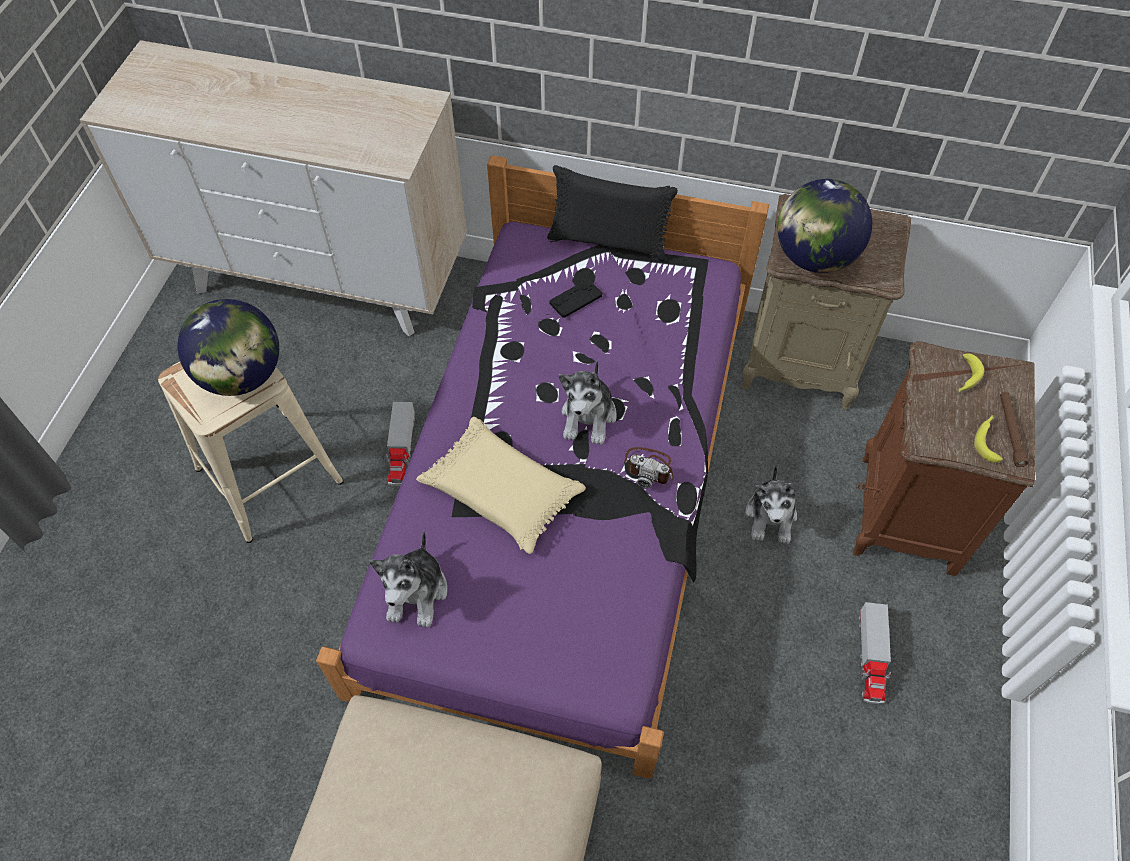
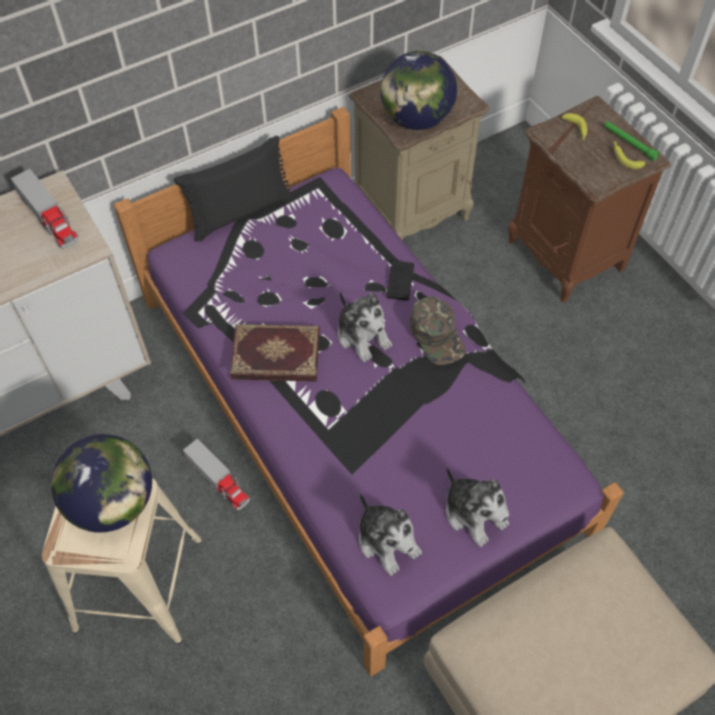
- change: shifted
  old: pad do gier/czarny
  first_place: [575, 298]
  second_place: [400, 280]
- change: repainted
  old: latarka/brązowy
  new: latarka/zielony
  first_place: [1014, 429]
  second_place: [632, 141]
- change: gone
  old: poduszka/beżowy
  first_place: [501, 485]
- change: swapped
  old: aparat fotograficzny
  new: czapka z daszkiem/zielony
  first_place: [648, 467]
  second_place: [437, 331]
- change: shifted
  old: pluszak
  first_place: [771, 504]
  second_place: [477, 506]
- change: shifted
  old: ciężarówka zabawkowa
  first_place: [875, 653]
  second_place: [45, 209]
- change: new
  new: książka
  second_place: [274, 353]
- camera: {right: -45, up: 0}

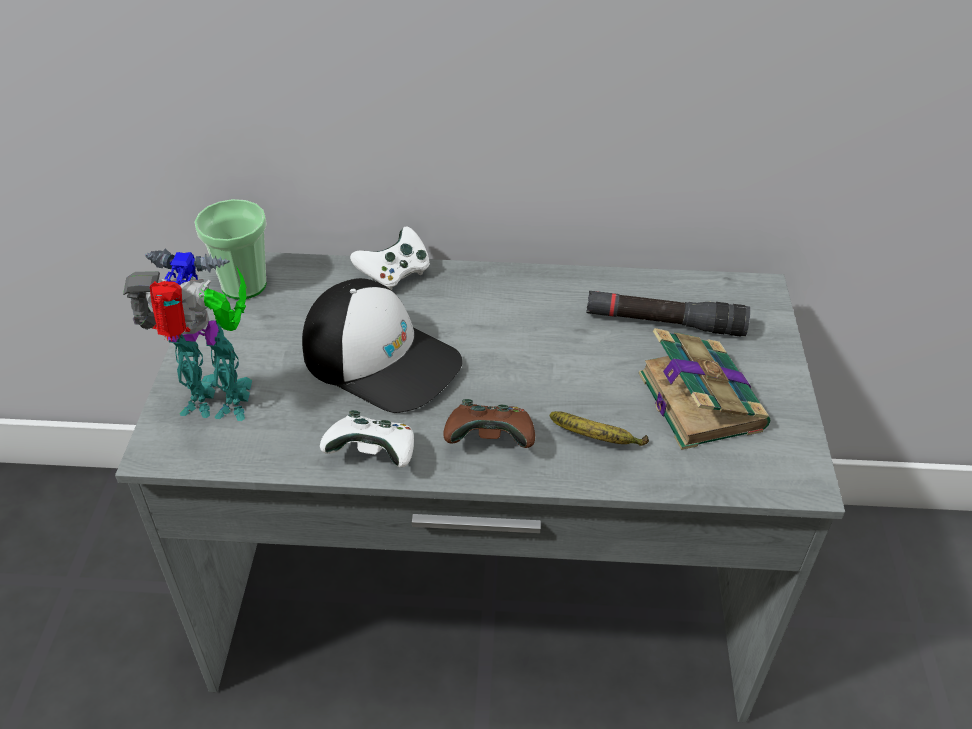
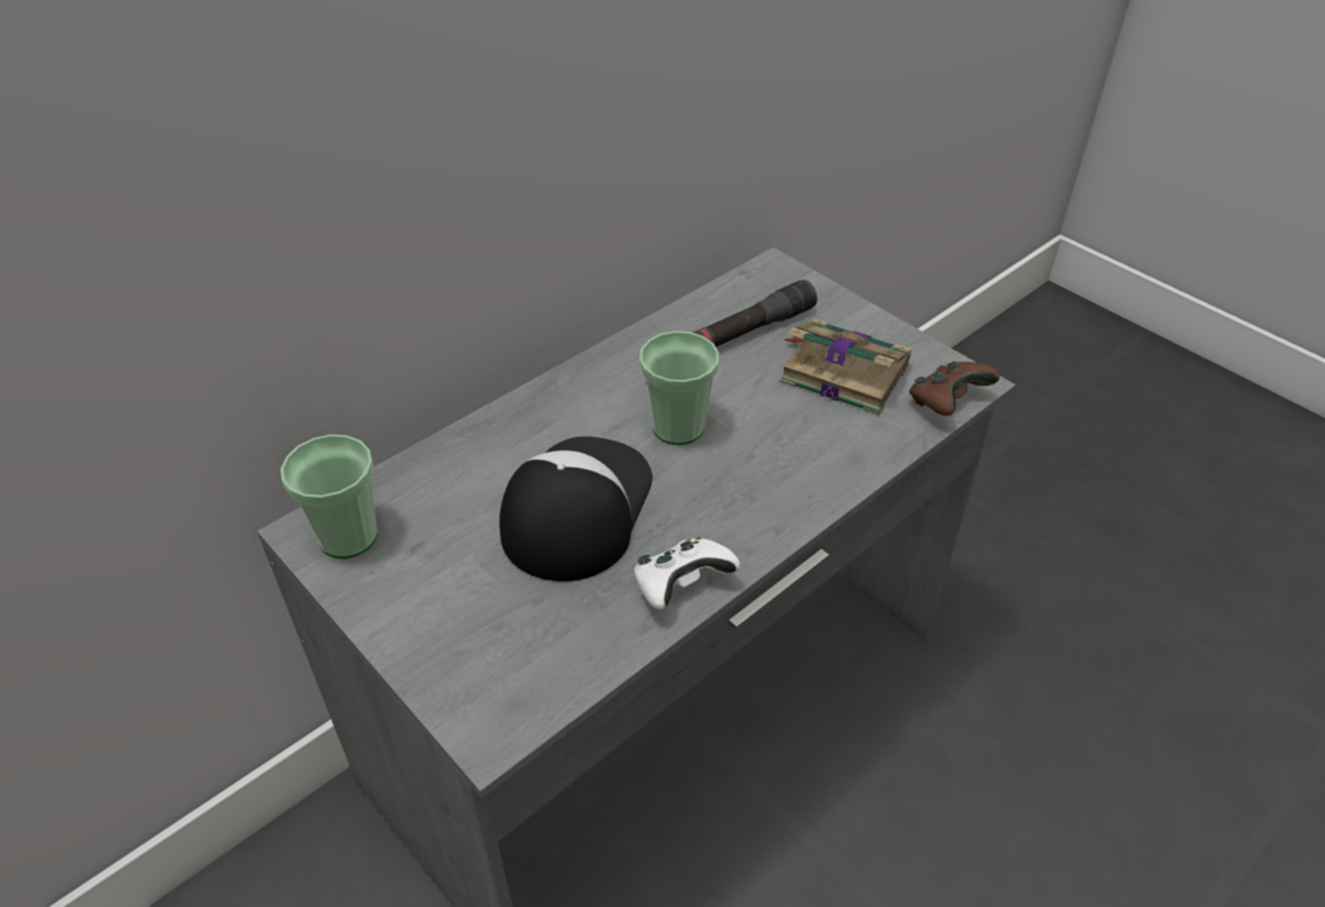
- change: gone
  old: pad do gier/biały
  first_place: [390, 258]
- change: gone
  old: robot zabawkowy
  first_place: [187, 335]
- change: rotated
  old: czapka z daszkiem
  first_place: [382, 345]
  second_place: [576, 509]
  degrees: -60
- change: shifted
  old: pad do gier/brązowy
  first_place: [489, 423]
  second_place: [954, 388]
- change: gone
  old: banan
  first_place: [599, 428]
- change: new
  new: filiżanka
  second_place: [679, 388]
- camera: {right: -45, up: 0}

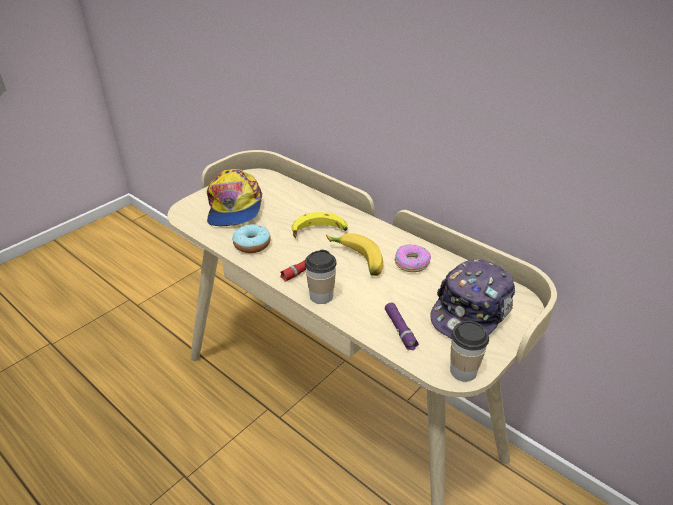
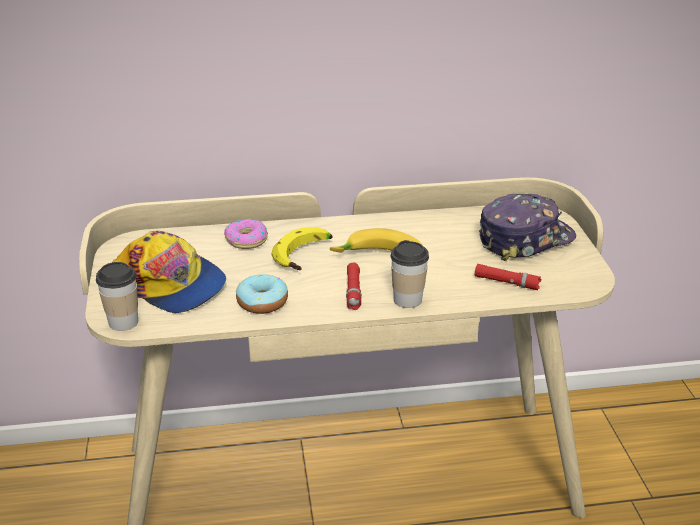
- change: shifted
  old: donut
  first_place: [413, 258]
  second_place: [246, 234]
- change: rotated
  old: czapka z daszkiem
  first_place: [473, 299]
  second_place: [527, 227]
  degrees: -105
- change: repainted
  old: latarka/fioletowy
  new: latarka/czerwony
  first_place: [402, 326]
  second_place: [508, 277]
- change: shifted
  old: filiżanka
  first_place: [469, 351]
  second_place: [117, 296]
- camera: {right: -50, up: -5}

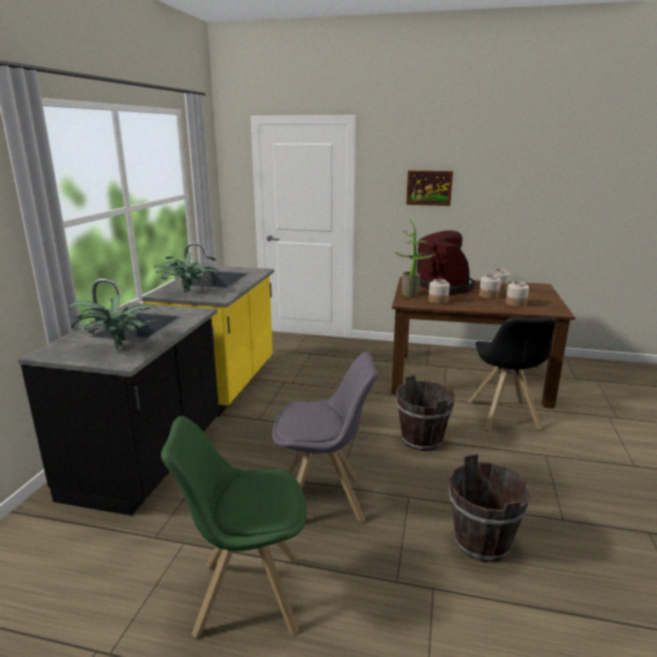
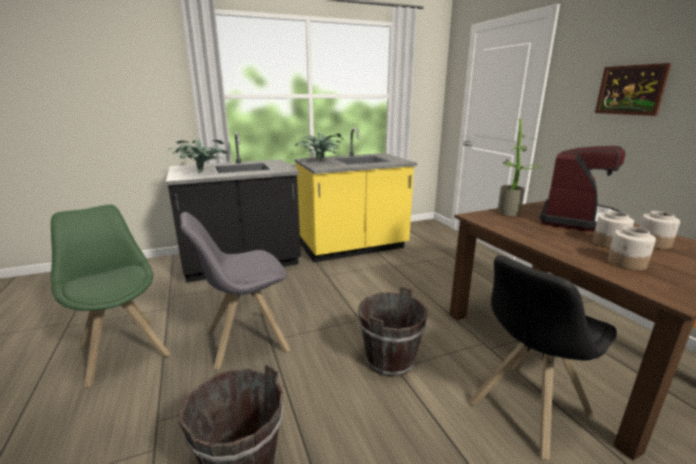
- change: gone
  old: słoik
  first_place: [439, 291]
- change: rotated
  old: krzesło/szary
  first_place: [325, 437]
  second_place: [235, 291]
  degrees: 105
- camera: {right: 55, up: 0}

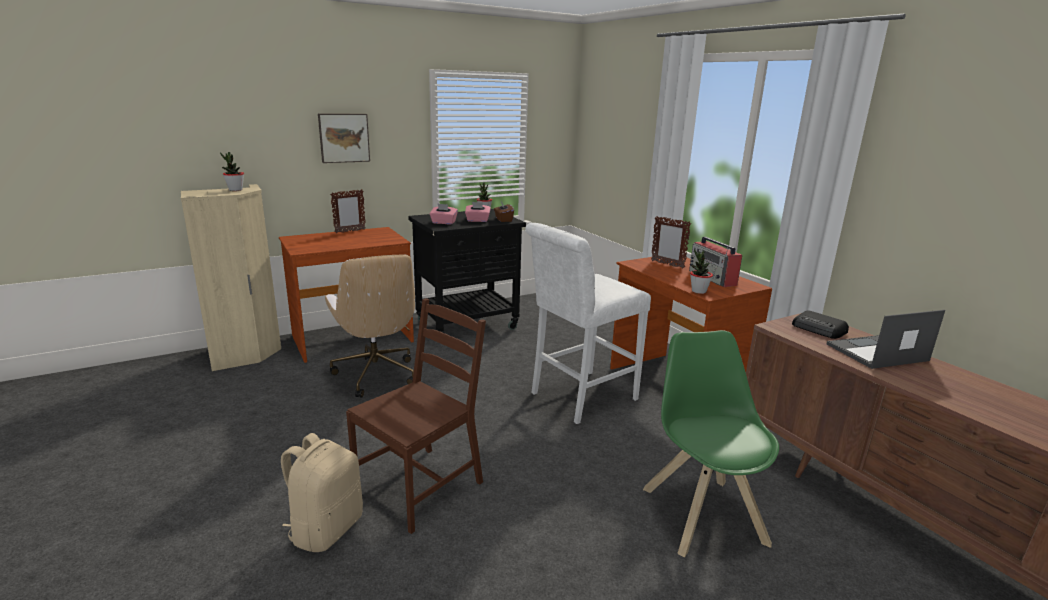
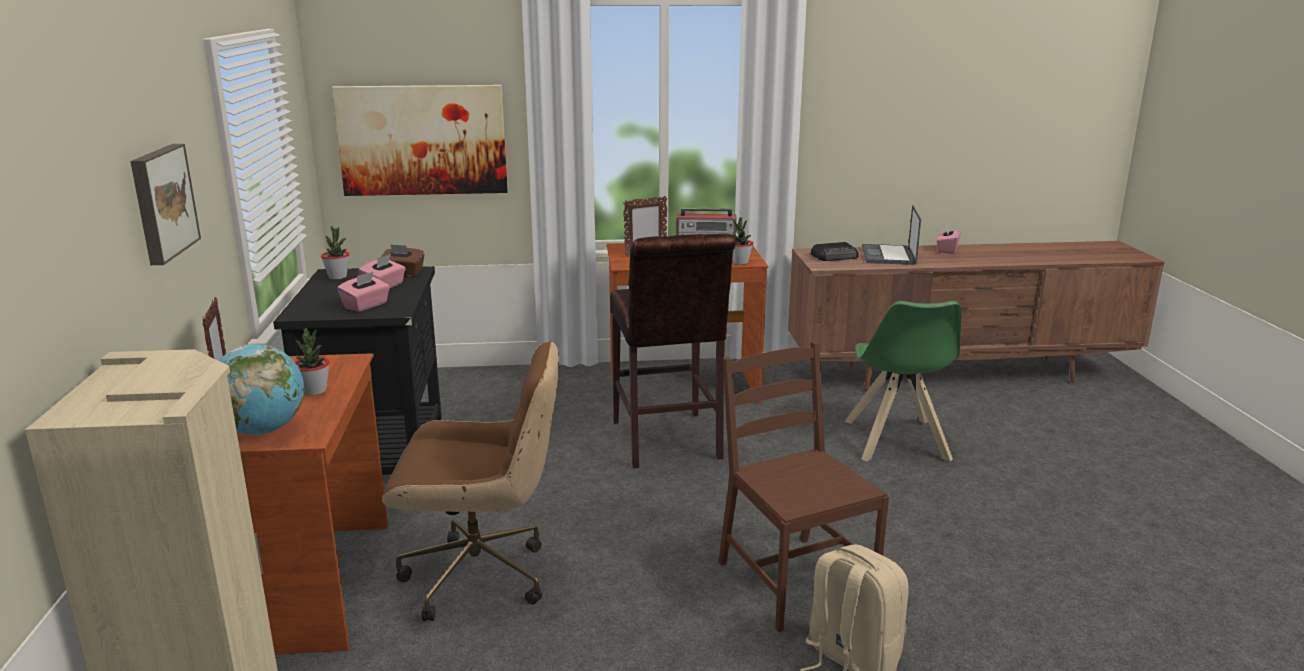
- change: shifted
  old: roślina doniczkowa
  first_place: [232, 171]
  second_place: [312, 362]
- change: repainted
  old: stołek/biały
  new: stołek/brązowy
  first_place: [588, 323]
  second_place: [672, 351]
- change: repainted
  old: krzesło biurowe/biały
  new: krzesło biurowe/brązowy
  first_place: [370, 325]
  second_place: [470, 481]
- change: rotated
  old: krzesło/zielony
  first_place: [711, 444]
  second_place: [903, 381]
  degrees: -105
- change: new
  new: obraz
  second_place: [420, 140]
- change: new
  new: pudełko chusteczek/różowy
  second_place: [948, 239]
- change: new
  new: globus
  second_place: [261, 389]
- camera: {right: -65, up: 0}

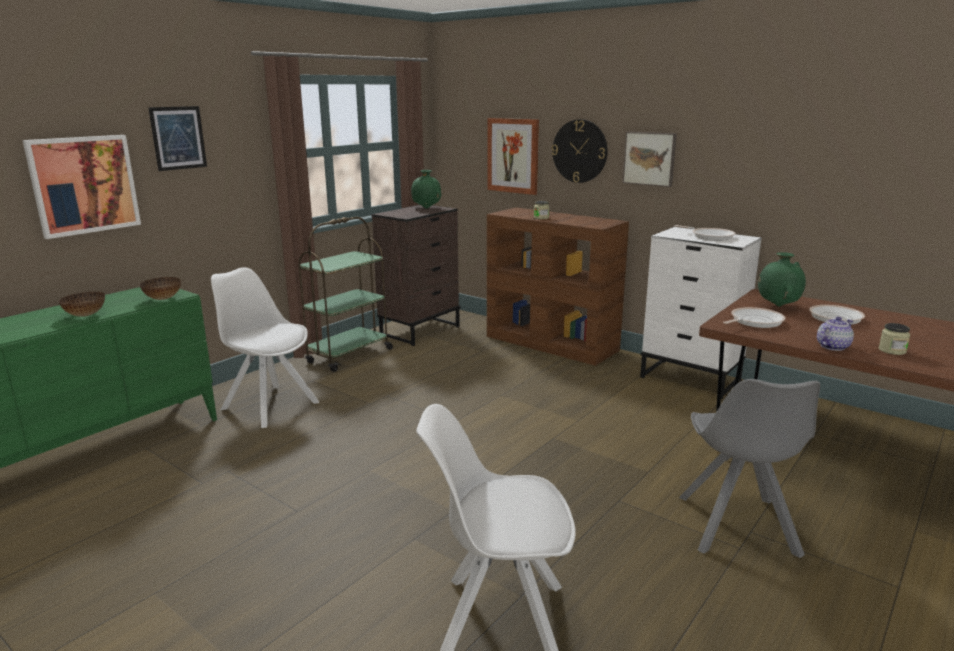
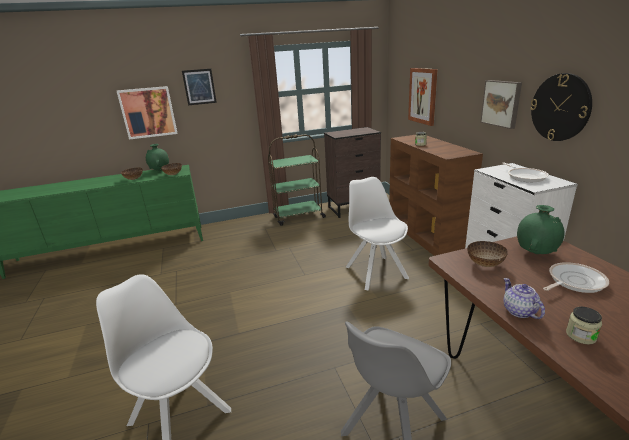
- change: shifted
  old: zegar ścienny
  first_place: [580, 151]
  second_place: [561, 107]
- change: shifted
  old: wazon/zielony
  first_place: [426, 189]
  second_place: [157, 157]
- change: shifted
  old: krzesło/biały
  first_place: [265, 347]
  second_place: [377, 233]
- change: swapped
  old: patelnia
  new: miska
  first_place: [754, 317]
  second_place: [487, 254]
- change: rotated
  old: imbryk
  first_place: [835, 334]
  second_place: [524, 298]
  degrees: -105
- camera: {right: 35, up: 5}

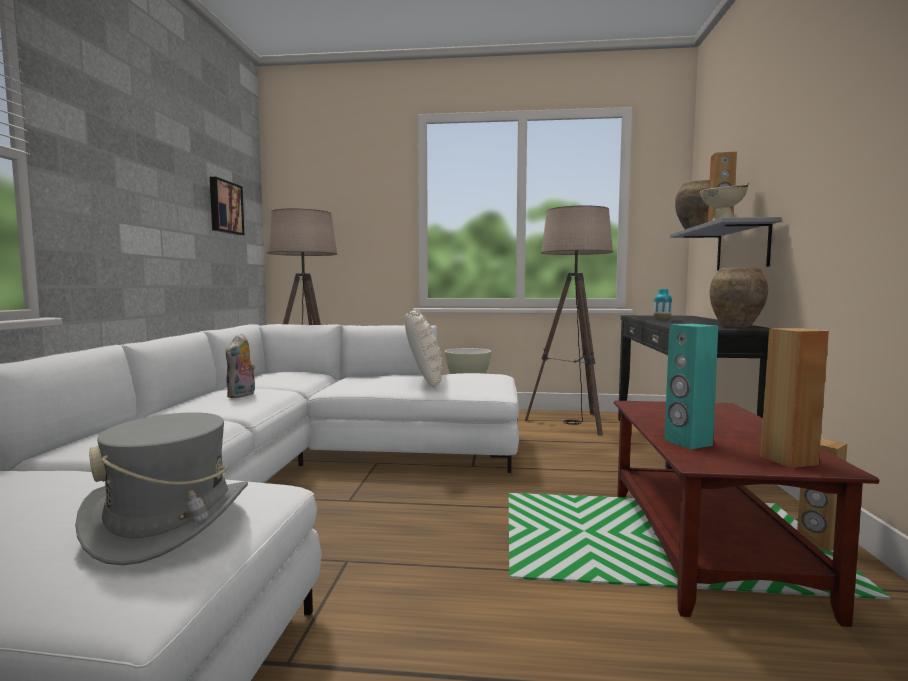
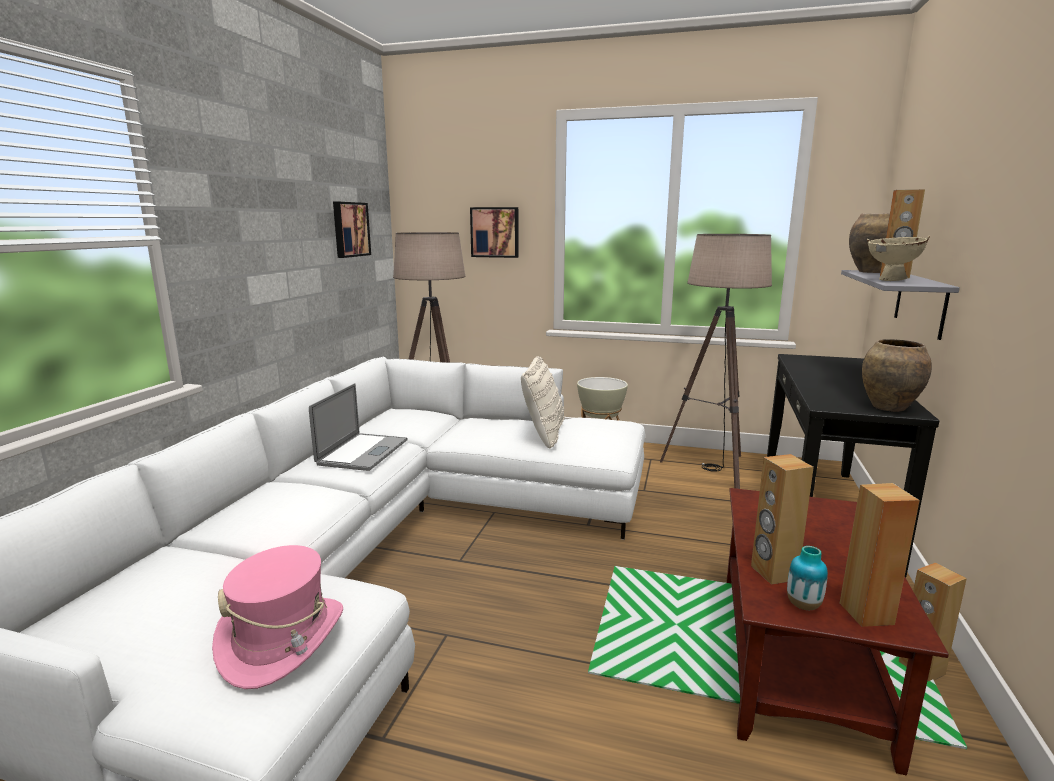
- change: shifted
  old: wazon
  first_place: [662, 304]
  second_place: [807, 578]
- change: repainted
  old: głośnik/turkusowy
  new: głośnik/brązowy
  first_place: [691, 386]
  second_place: [782, 519]
- change: swapped
  old: pluszak
  new: laptop
  first_place: [240, 366]
  second_place: [358, 427]
- change: repainted
  old: kapelusz/szary
  new: kapelusz/różowy
  first_place: [161, 488]
  second_place: [277, 617]
- change: new
  new: obraz
  second_place: [494, 232]
- camera: {right: 10, up: 10}

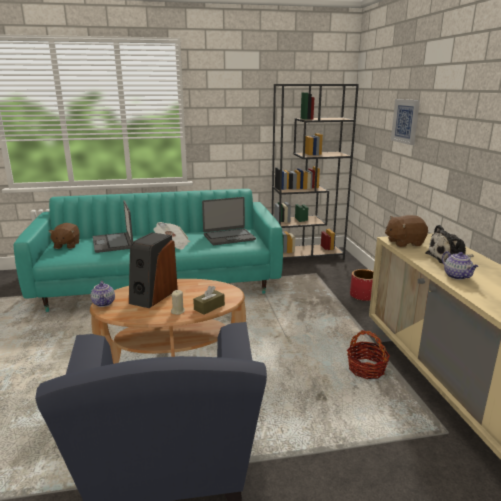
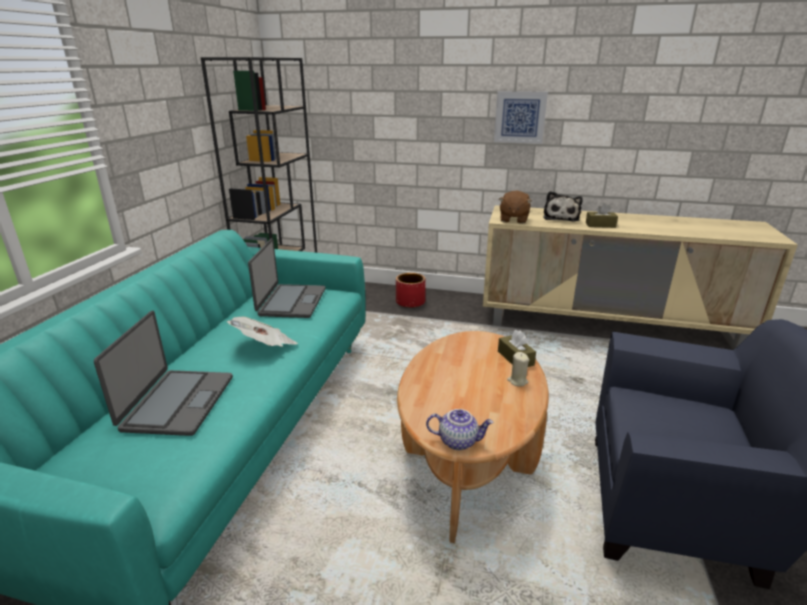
- change: shifted
  old: obraz
  first_place: [405, 122]
  second_place: [521, 117]
- change: rotated
  old: laptop
  first_place: [113, 226]
  second_place: [163, 373]
  degrees: -90
- change: gone
  old: pluszak/brązowy
  first_place: [64, 236]
- change: gone
  old: głośnik
  first_place: [153, 270]
- change: swapped
  old: imbryk
  new: pudełko chusteczek/brązowy
  first_place: [460, 265]
  second_place: [602, 215]
- change: gone
  old: koszyk
  first_place: [368, 354]
- camera: {right: -65, up: 5}

